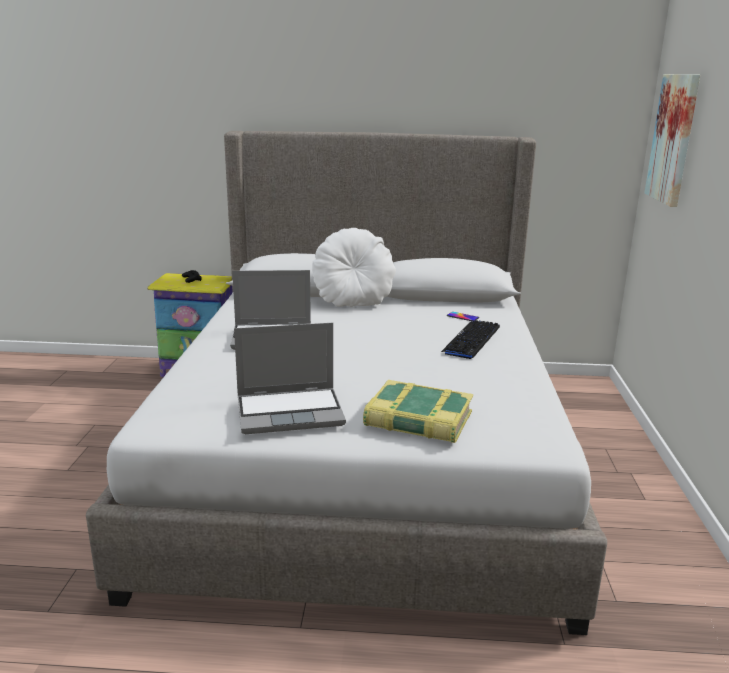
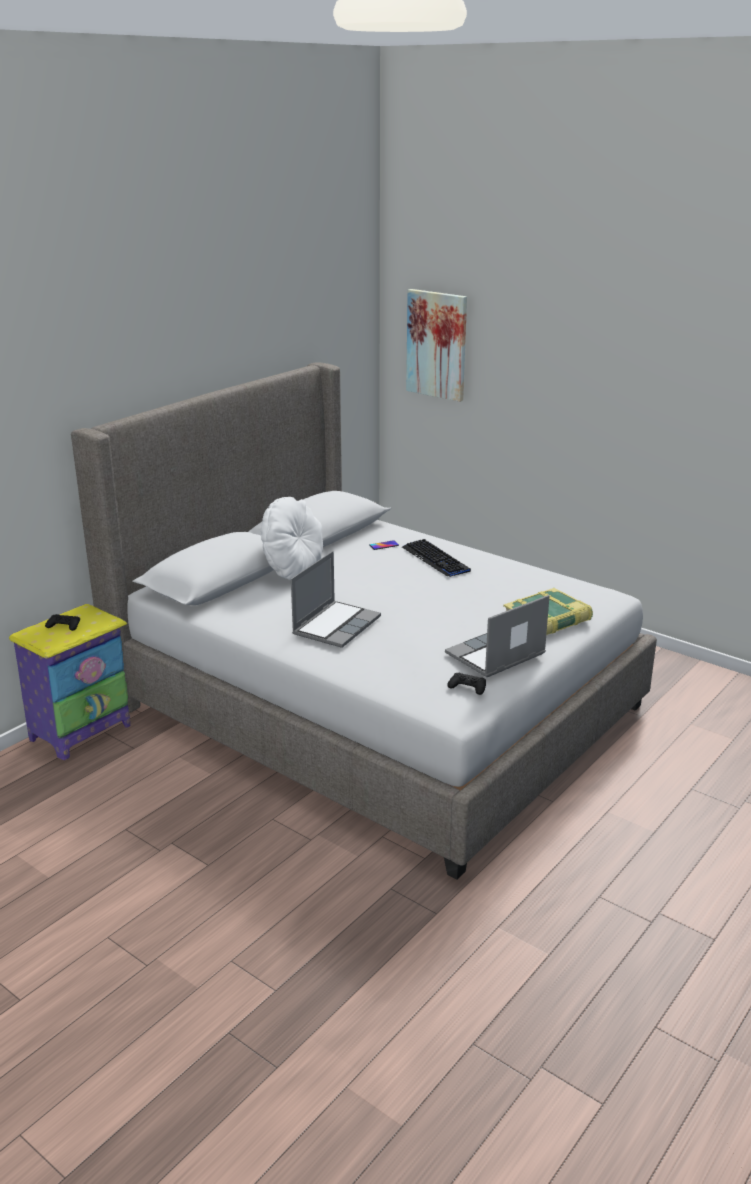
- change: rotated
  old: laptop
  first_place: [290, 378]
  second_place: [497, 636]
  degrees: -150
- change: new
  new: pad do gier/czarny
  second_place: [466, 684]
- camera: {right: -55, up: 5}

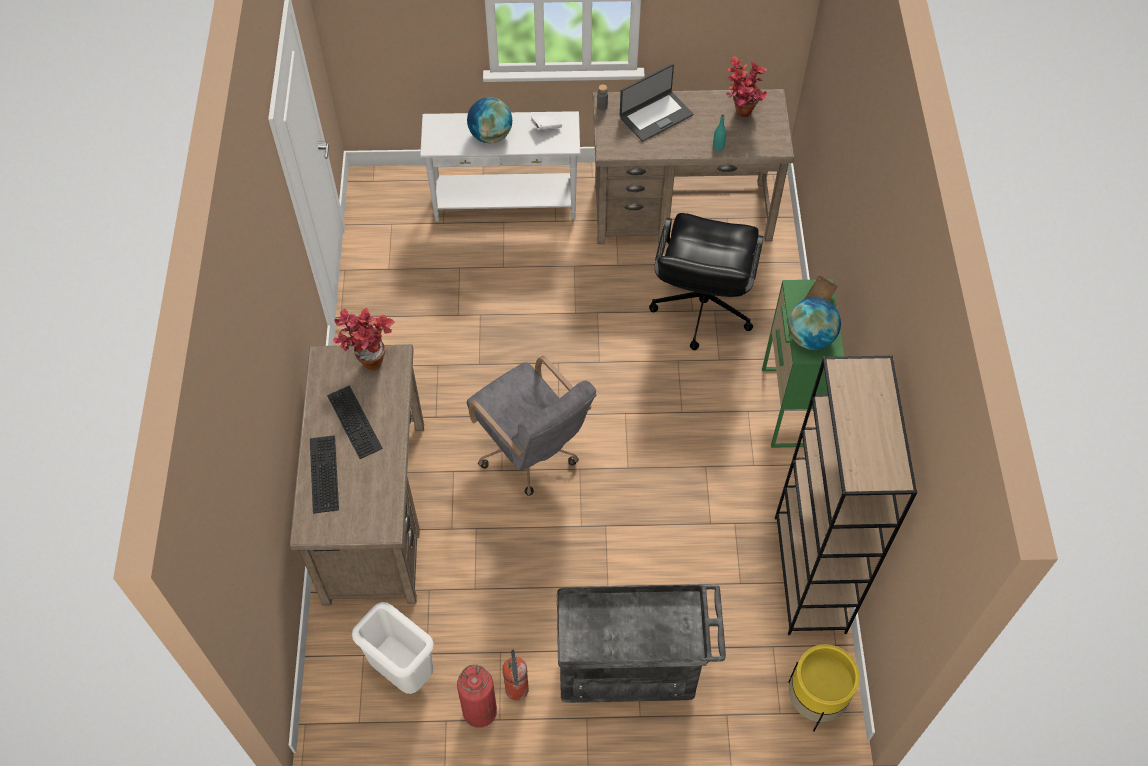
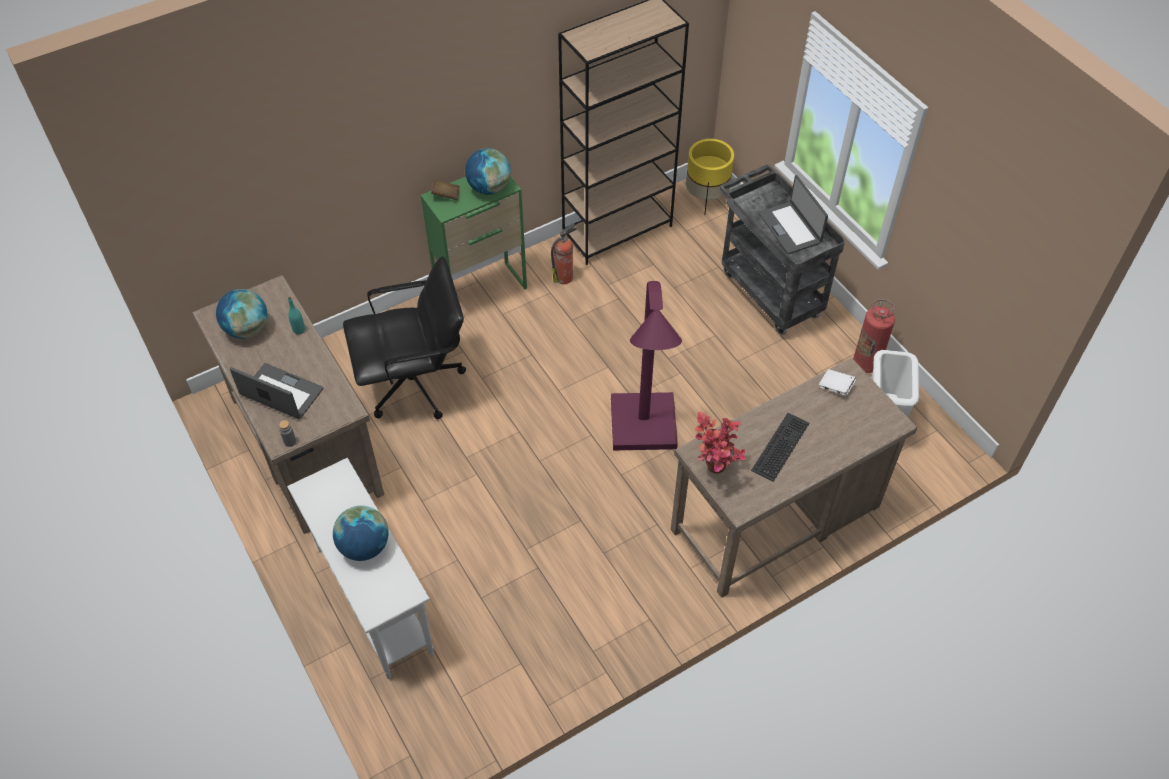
- change: swapped
  old: roślina doniczkowa
  new: globus
  first_place: [746, 86]
  second_place: [241, 314]
- change: shifted
  old: książka/biały
  first_place: [546, 122]
  second_place: [837, 382]
- change: swapped
  old: krzesło biurowe/szary
  new: lampa stojąca/fioletowy
  first_place: [532, 426]
  second_place: [646, 365]
- change: gone
  old: klawiatura
  first_place: [324, 474]
- change: shifted
  old: gaśnica
  first_place: [515, 675]
  second_place: [564, 253]
- change: new
  new: laptop
  second_place: [793, 214]
- camera: {right: -120, up: -5}

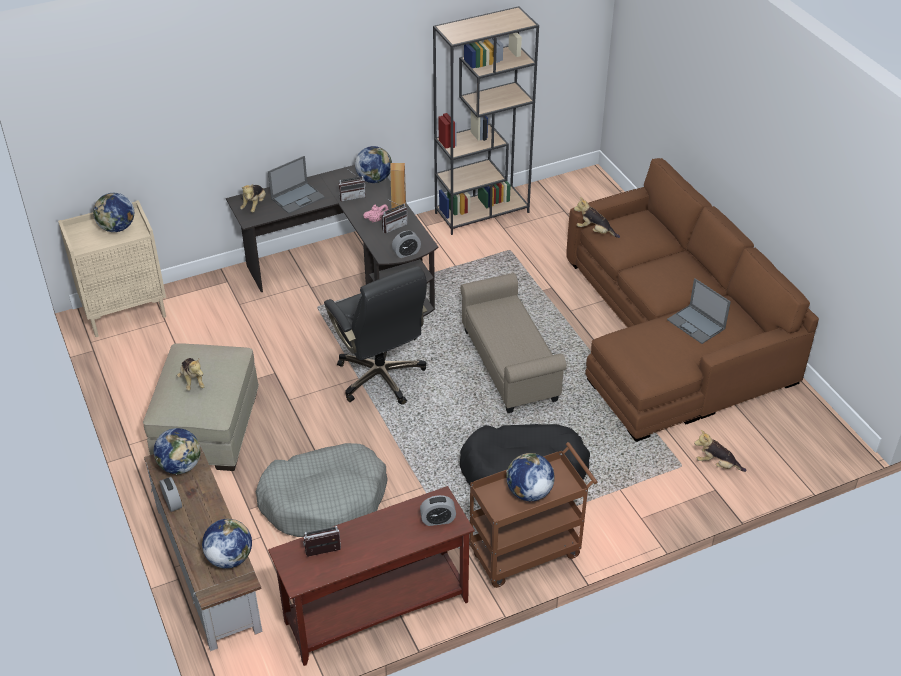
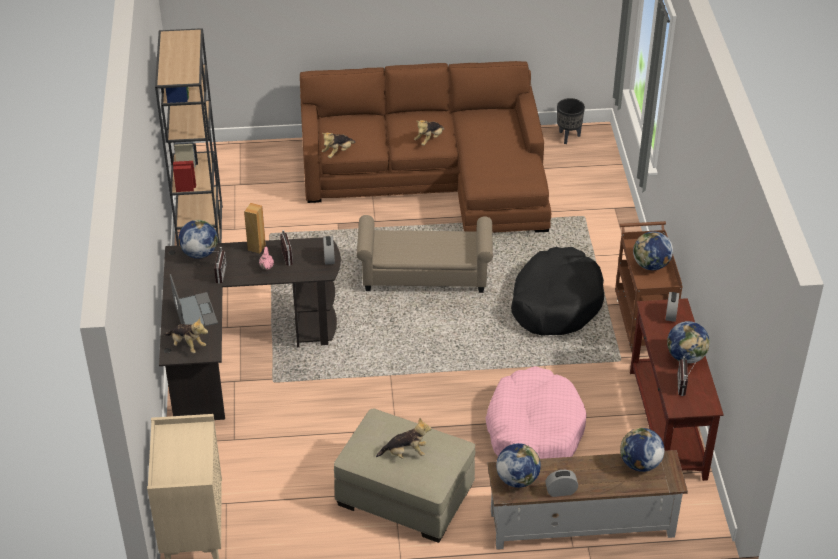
- change: shifted
  old: globus
  first_place: [113, 212]
  second_place: [688, 342]
- change: gone
  old: krzesło biurowe/czarny
  first_place: [375, 335]
- change: gone
  old: laptop
  first_place: [699, 311]
- change: shifted
  old: pluszak
  first_place: [720, 451]
  second_place: [429, 133]
- change: repainted
  old: legowisko/szary
  new: legowisko/różowy
  first_place: [322, 490]
  second_place: [536, 412]
- change: new
  new: donica/czarny
  second_place: [571, 121]
- camera: {right: -70, up: 0}

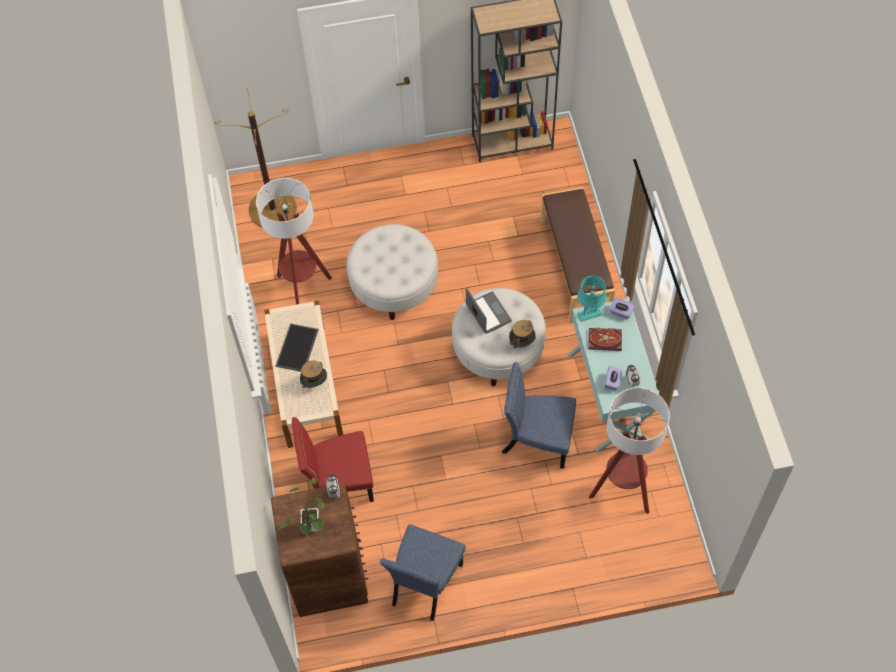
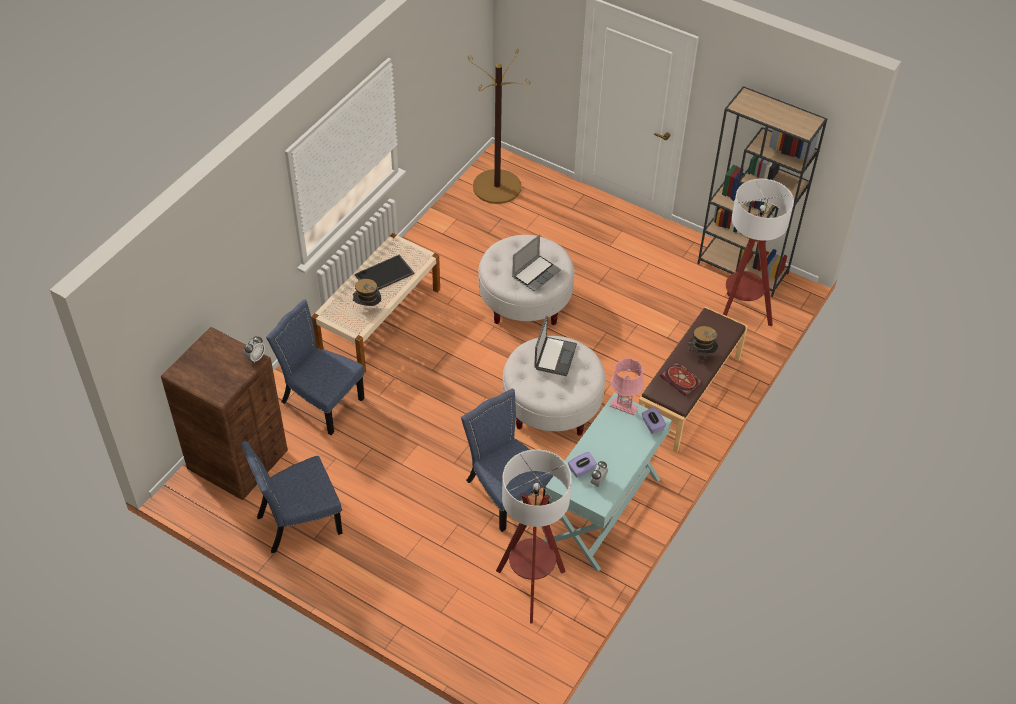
- change: shifted
  old: lampa stojąca
  first_place: [294, 241]
  second_place: [758, 252]
- change: repainted
  old: lampa stołowa/turkusowy
  new: lampa stołowa/różowy
  first_place: [592, 298]
  second_place: [627, 386]
- change: shifted
  old: kapelusz
  first_place: [522, 334]
  second_place: [702, 340]
- change: shifted
  old: książka
  first_place: [605, 339]
  second_place: [681, 379]
- change: repainted
  old: krzesło/czerwony
  new: krzesło/niebieski
  first_place: [333, 459]
  second_place: [315, 367]
- change: gone
  old: roślina doniczkowa
  first_place: [301, 507]
- change: new
  new: laptop
  second_place: [536, 263]
- camera: {right: 40, up: -10}

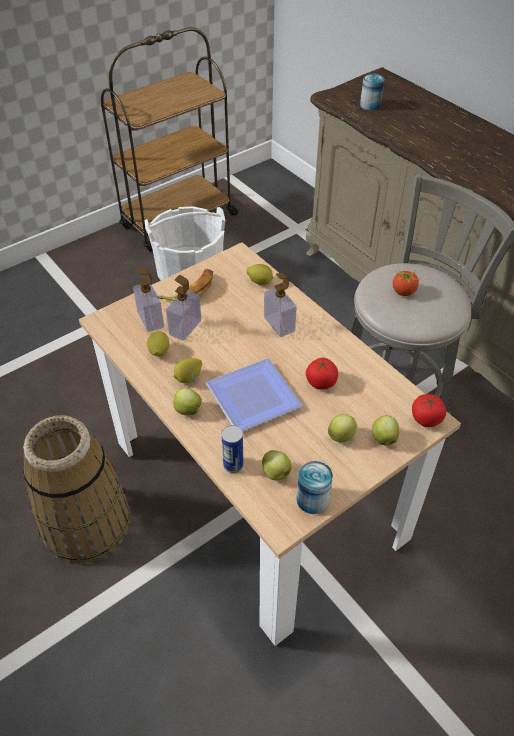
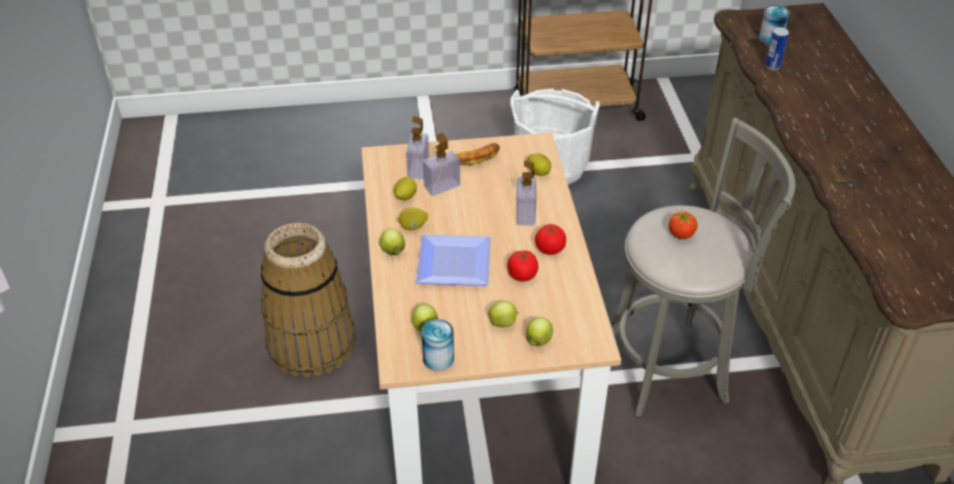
- change: shifted
  old: pomidor
  first_place: [429, 410]
  second_place: [550, 239]
- change: shifted
  old: puszka
  first_place: [232, 449]
  second_place: [777, 49]
- camera: {right: 30, up: -5}

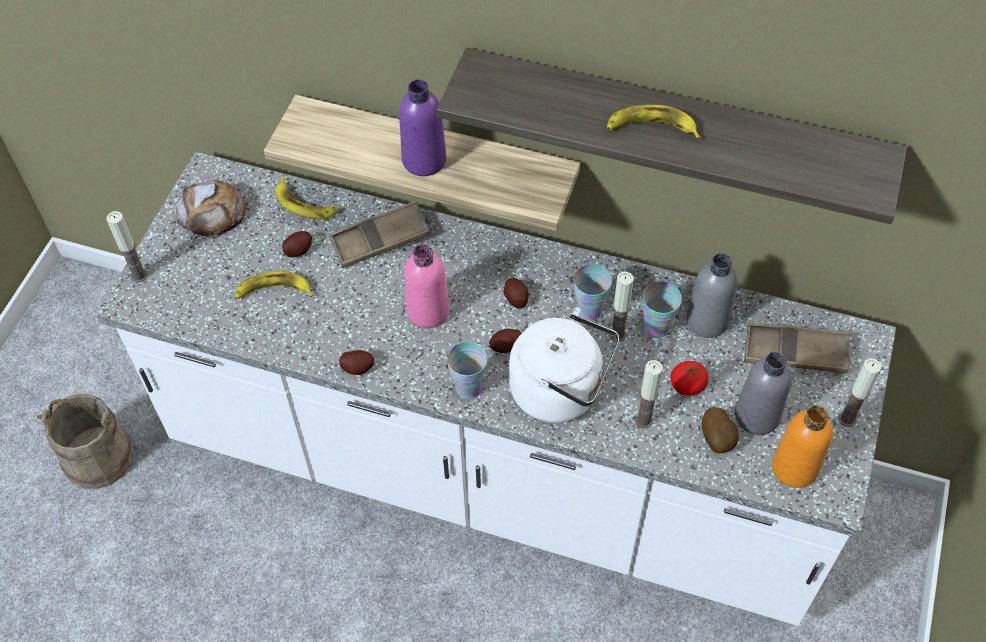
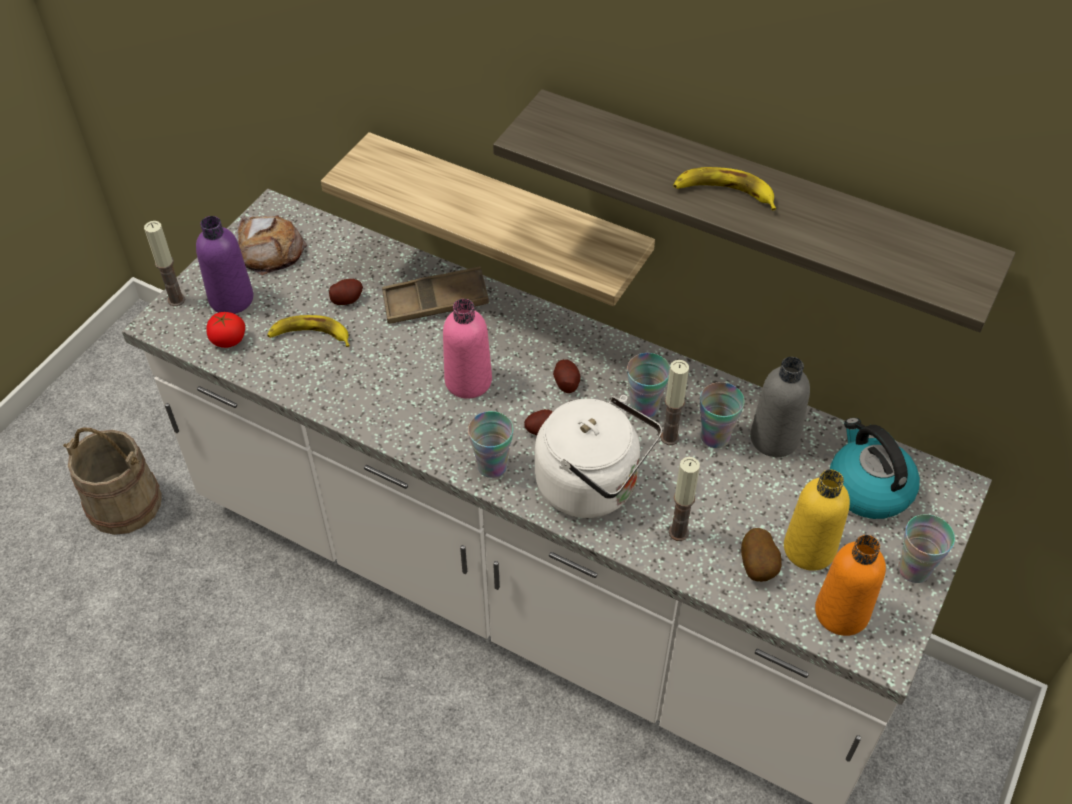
- change: shifted
  old: butelka/fioletowy
  first_place: [422, 128]
  second_place: [224, 265]
- change: gone
  old: banan
  first_place: [307, 198]
- change: swapped
  old: taca/brązowy
  new: czajnik
  first_place: [797, 348]
  second_place: [875, 468]
- change: gone
  old: ziemniak
  first_place: [356, 362]
- change: repainted
  old: butelka/szary
  new: butelka/żółty
  first_place: [763, 393]
  second_place: [817, 520]
- change: swapped
  old: świeca
  new: filiżanka
  first_place: [859, 392]
  second_place: [926, 548]
- change: shifted
  old: pomidor
  first_place: [689, 378]
  second_place: [225, 330]
- camera: {right: 10, up: -5}

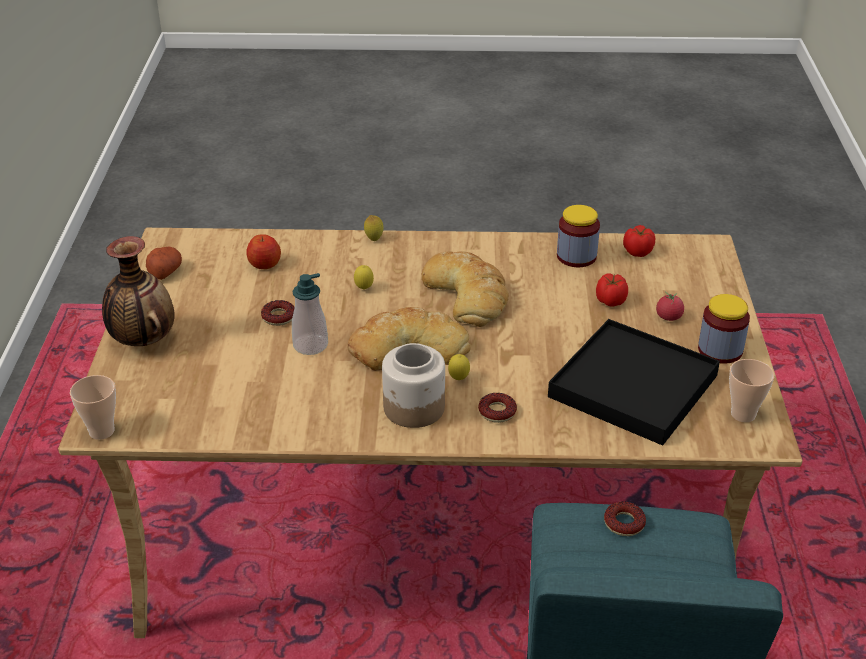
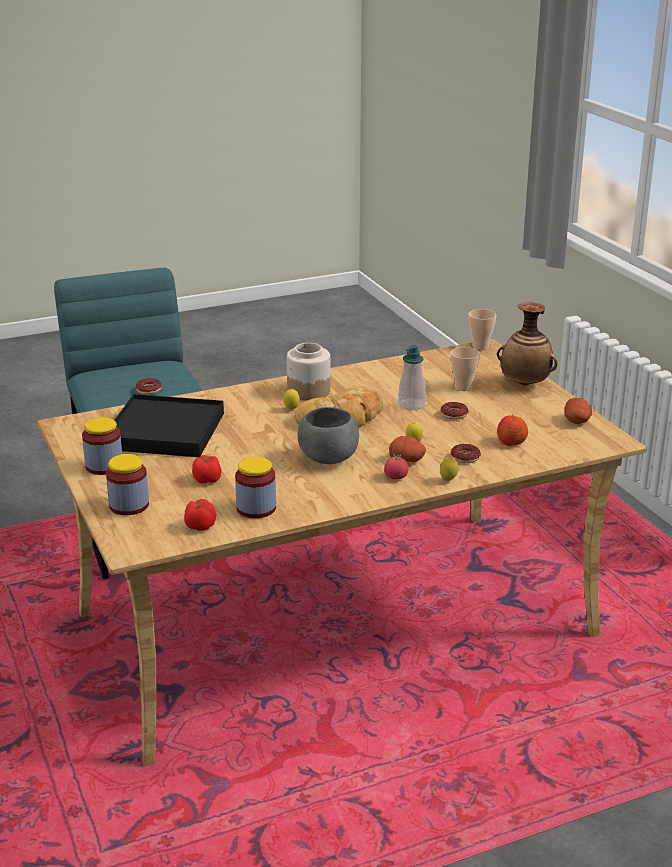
- change: swapped
  old: chleb
  new: miska/szary
  first_place: [465, 289]
  second_place: [328, 435]
- change: shifted
  old: pomidor
  first_place: [670, 306]
  second_place: [396, 466]
- change: shifted
  old: filiżanka
  first_place: [751, 390]
  second_place: [465, 369]
- change: shifted
  old: donut
  first_place: [497, 408]
  second_place: [466, 453]
- change: new
  new: ziemniak
  second_place: [407, 449]
- change: new
  new: słoik
  second_place: [127, 484]
- camera: {right: 155, up: -10}

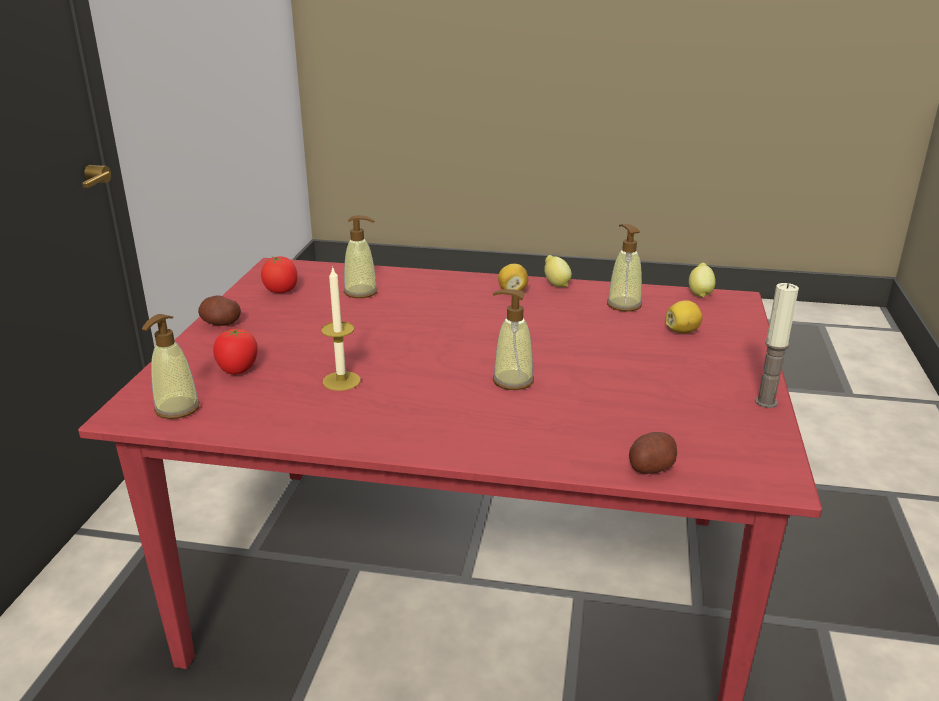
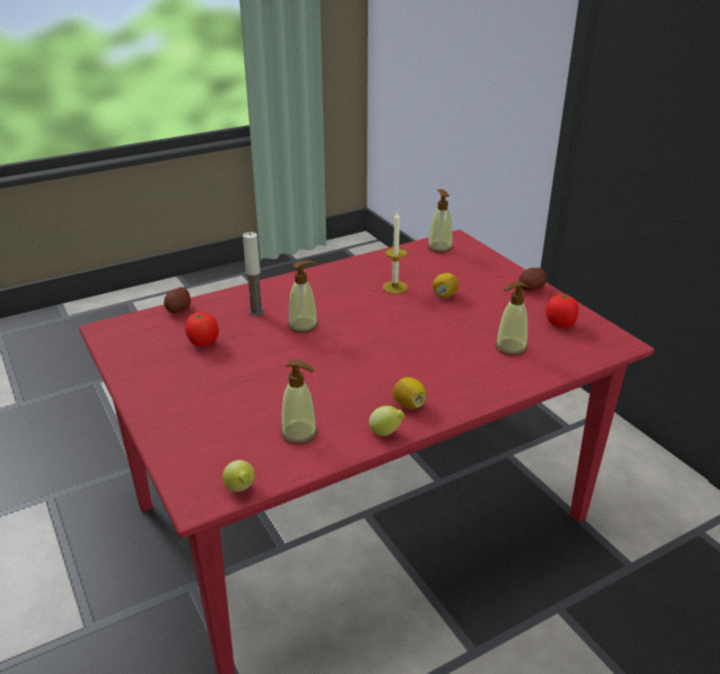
- change: shifted
  old: świeca
  first_place: [777, 345]
  second_place: [253, 274]
- change: shifted
  old: cytryna
  first_place: [684, 316]
  second_place: [446, 285]
- change: shifted
  old: pomidor
  first_place: [235, 351]
  second_place: [202, 329]
- camera: {right: 140, up: 5}

